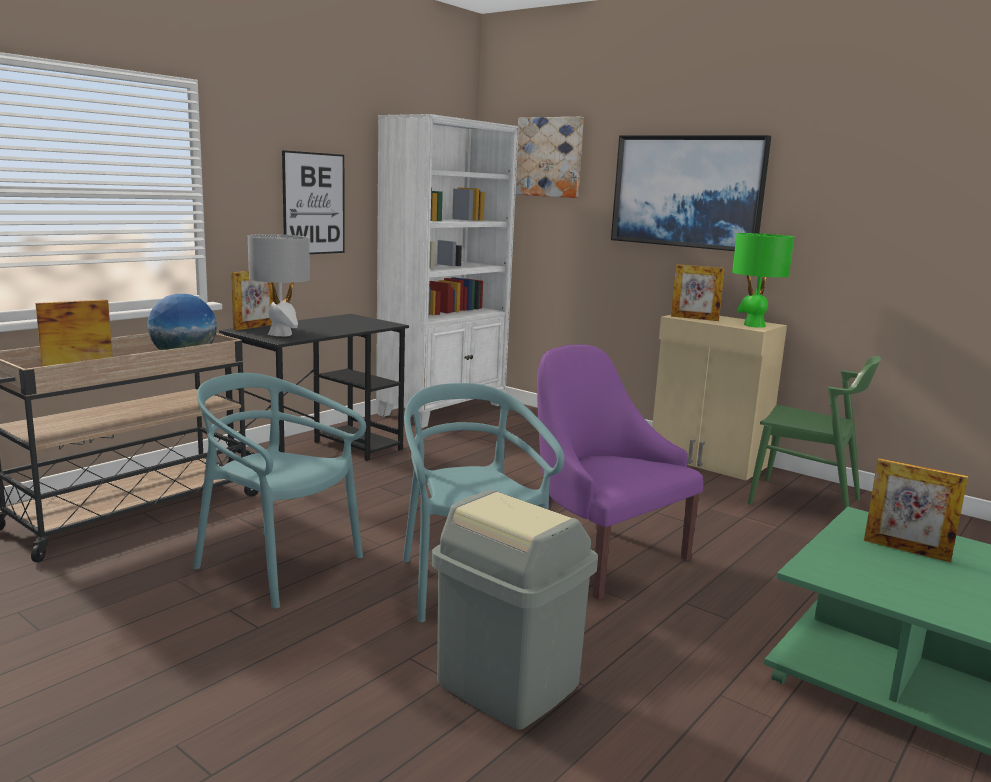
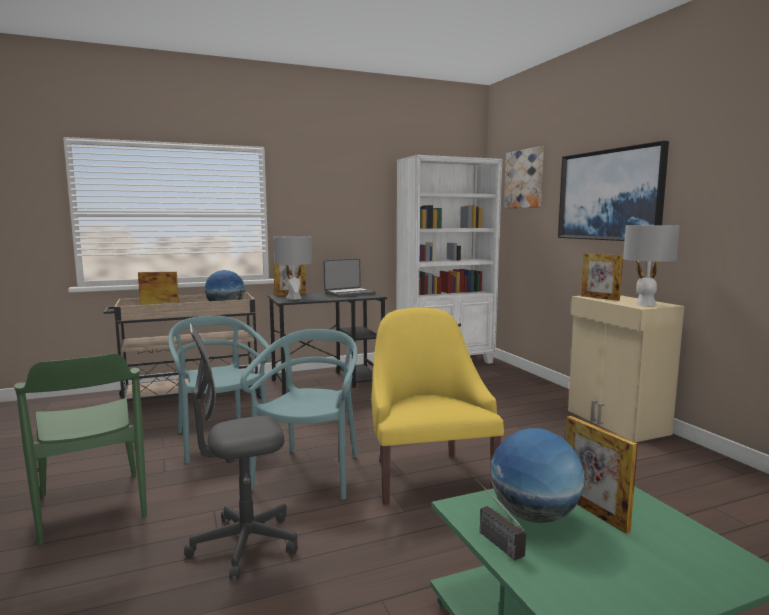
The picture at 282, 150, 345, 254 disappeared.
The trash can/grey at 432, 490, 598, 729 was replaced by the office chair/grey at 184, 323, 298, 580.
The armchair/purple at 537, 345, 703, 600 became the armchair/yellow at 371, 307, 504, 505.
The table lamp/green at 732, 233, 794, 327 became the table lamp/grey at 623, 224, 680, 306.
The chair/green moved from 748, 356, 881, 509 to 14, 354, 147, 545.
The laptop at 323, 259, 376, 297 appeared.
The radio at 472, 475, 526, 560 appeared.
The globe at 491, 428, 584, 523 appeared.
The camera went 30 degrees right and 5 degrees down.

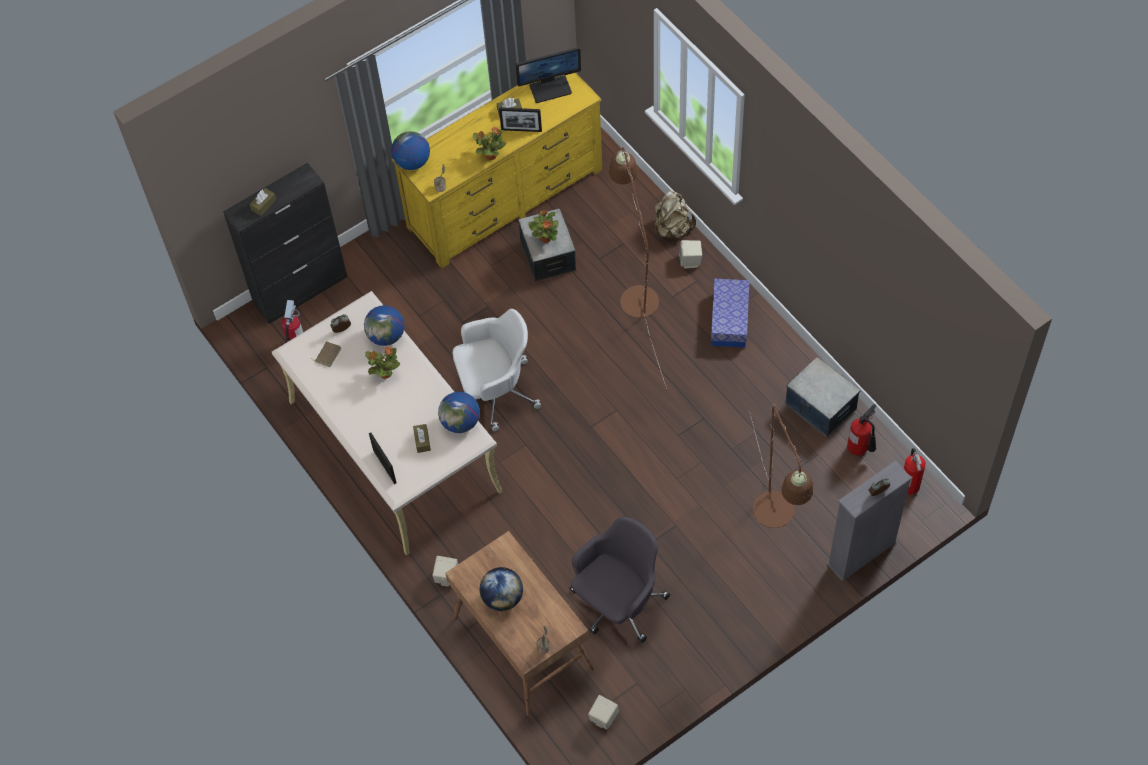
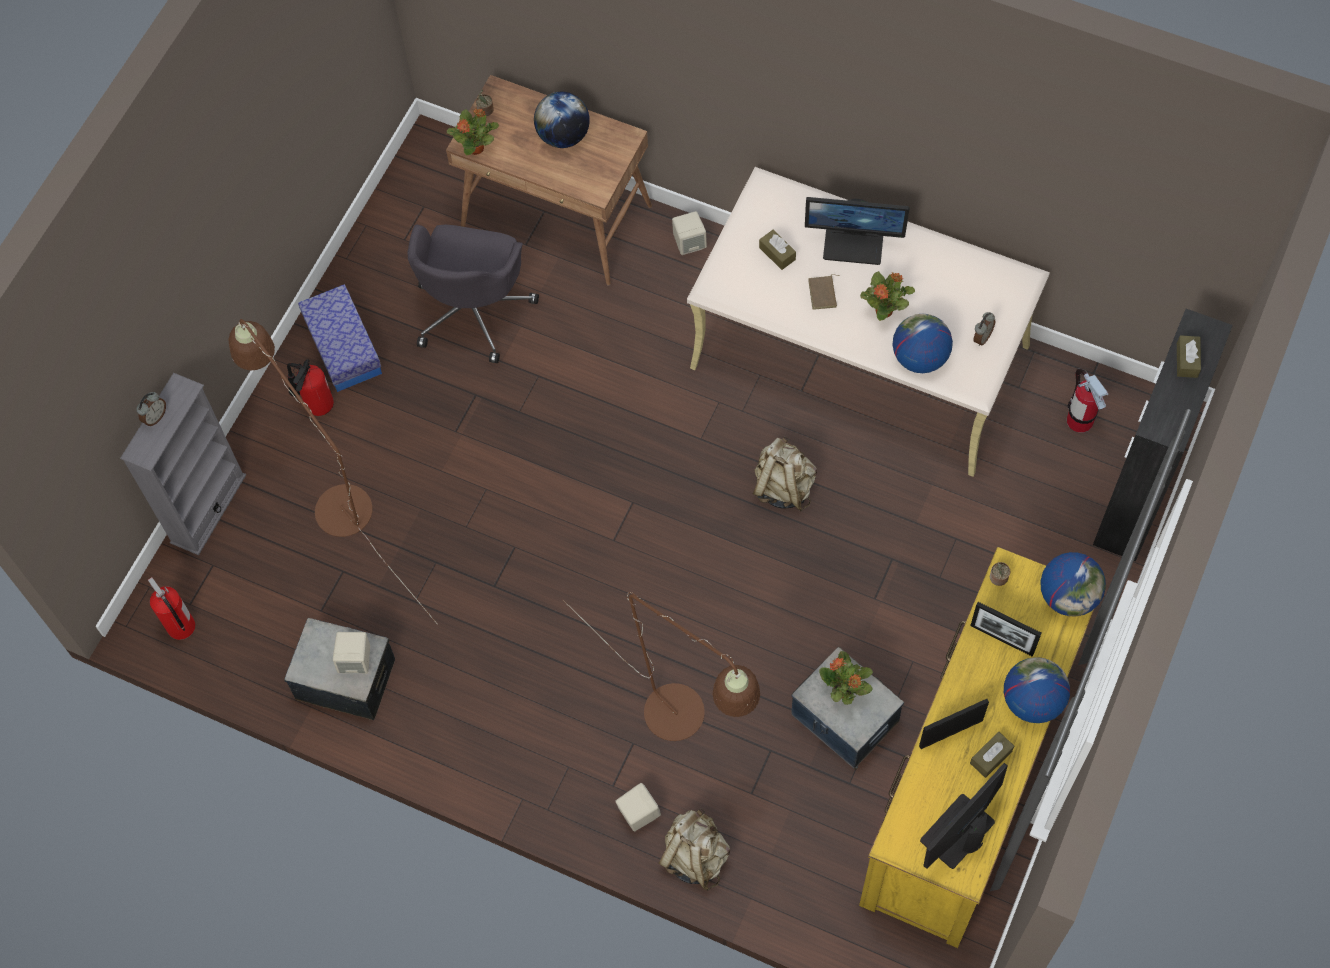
The book/brown moved from 312, 342, 341, 367 to 808, 274, 840, 310.
The picture frame moved from 369, 432, 397, 484 to 970, 602, 1041, 657.
The globe moved from 438, 392, 480, 433 to 1004, 657, 1070, 723.
The office chair/white at 453, 309, 541, 431 was replaced by the backpack/beige at 753, 437, 817, 512.
The potted plant moved from 473, 127, 506, 160 to 447, 108, 499, 156.
The speaker/beige moved from 588, 695, 619, 730 to 333, 632, 370, 674.
The storage box moved from 711, 279, 750, 347 to 298, 284, 382, 392.
The fire extinguisher moved from 847, 404, 876, 456 to 287, 359, 334, 416.
The monitor at 805, 197, 910, 265 appeared.
The camera went 150 degrees right and 5 degrees up.

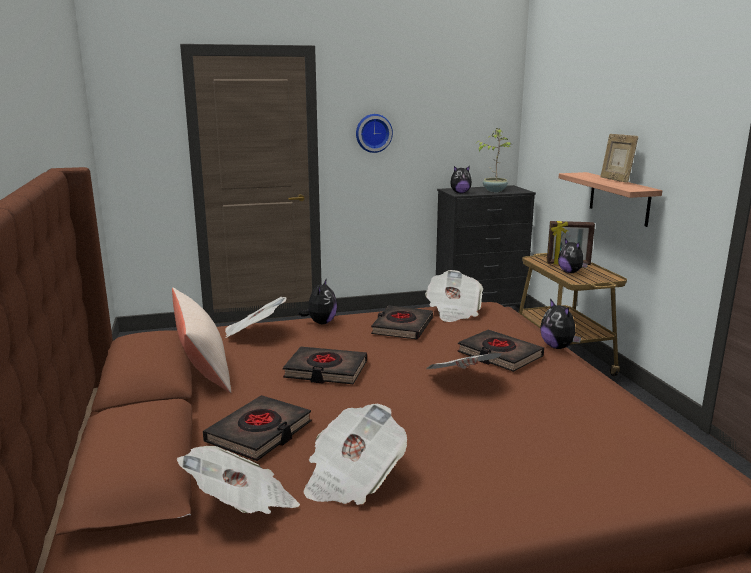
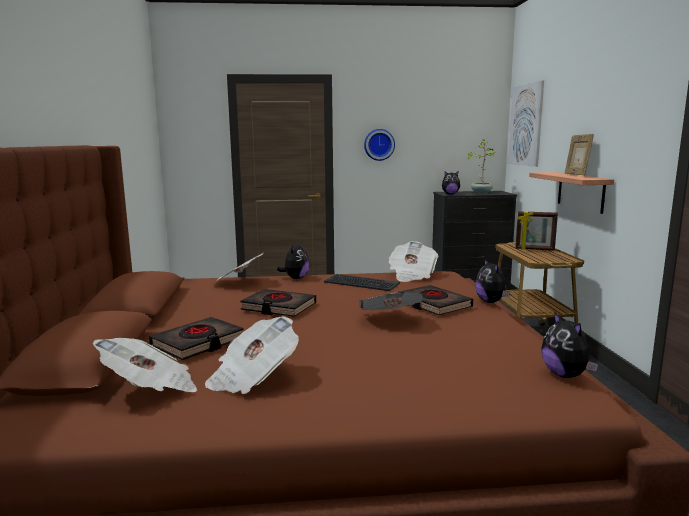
The pillow/beige at 172, 288, 231, 393 disappeared.
The book/black at 371, 305, 433, 340 was replaced by the keyboard at 324, 274, 400, 291.
The plush toy moved from 558, 238, 588, 273 to 541, 311, 598, 378.
The picture at 508, 80, 544, 167 appeared.
The camera went 10 degrees right and 5 degrees down.

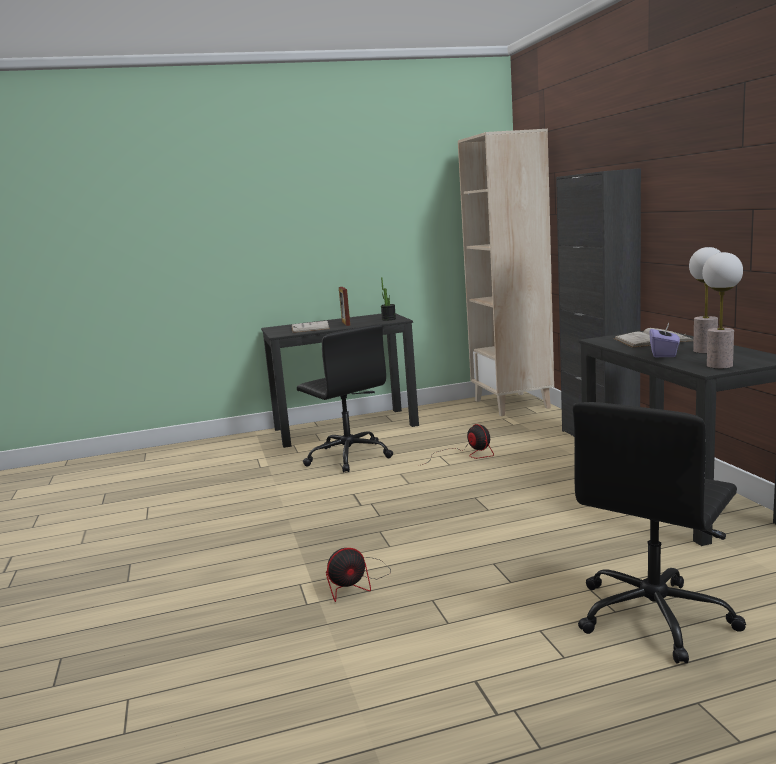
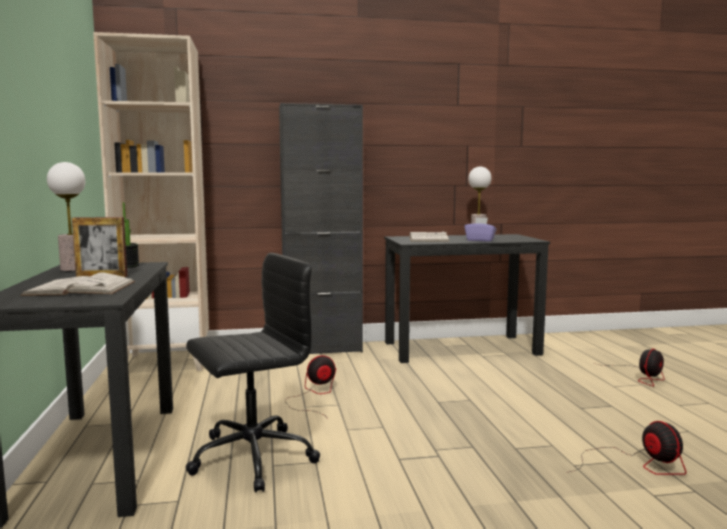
The office chair/black at 573, 402, 746, 663 was replaced by the fan at 593, 349, 665, 387.
The table lamp moved from 702, 252, 743, 369 to 47, 162, 85, 271.
The camera went 85 degrees left and 5 degrees down.

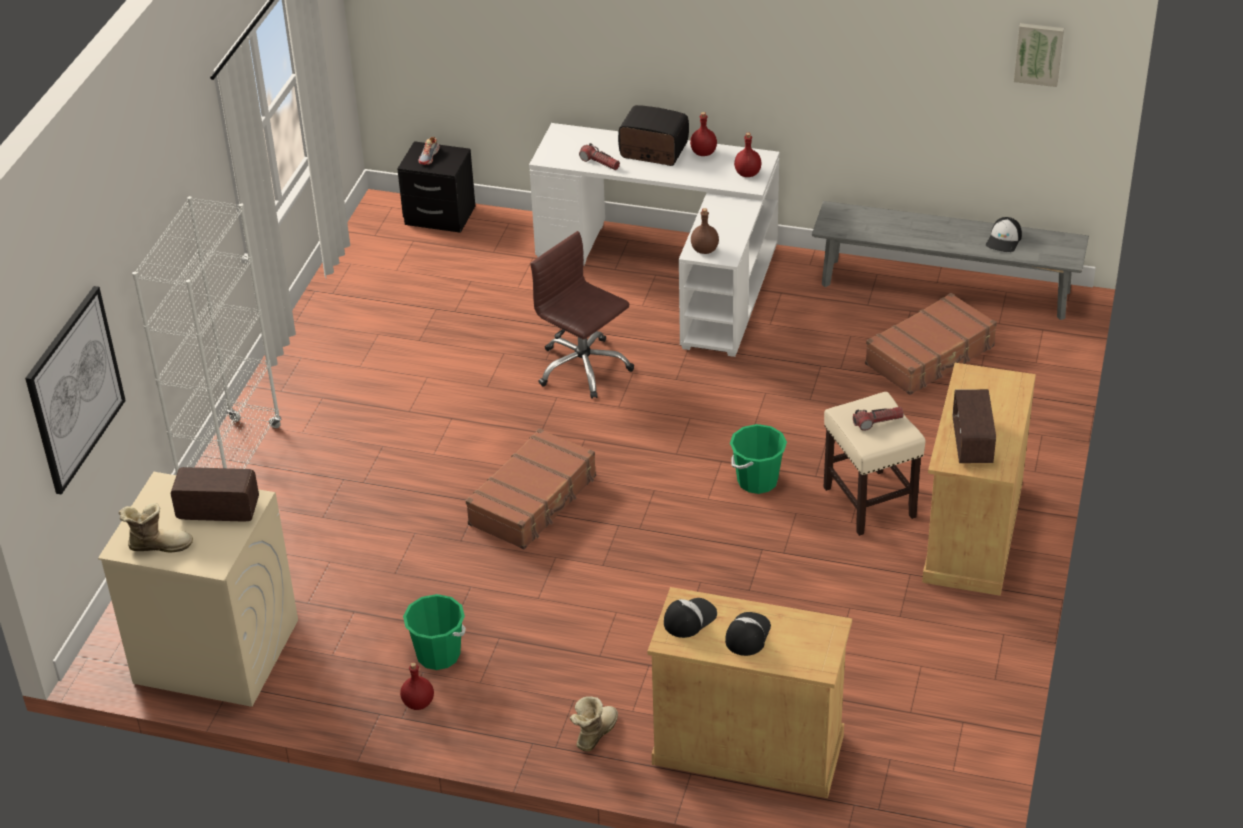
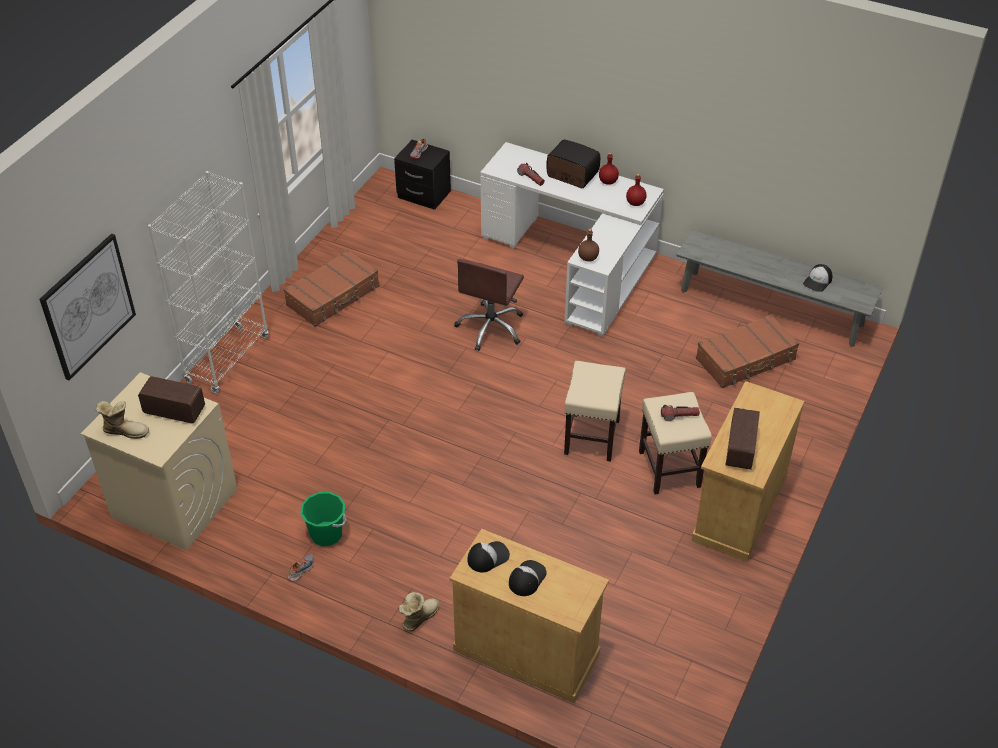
The bottle/red at 400, 662, 434, 710 was replaced by the shoe at 288, 554, 314, 581.
The suitcase/brown moved from 466, 428, 596, 550 to 284, 250, 379, 327.
The office chair/brown at 530, 231, 634, 399 turned 120 degrees counterclockwise.
The bucket/green at 730, 424, 787, 494 was replaced by the stool/beige at 564, 361, 626, 462.
The picture at 1014, 23, 1064, 87 disappeared.
The camera went 10 degrees right and 5 degrees up.

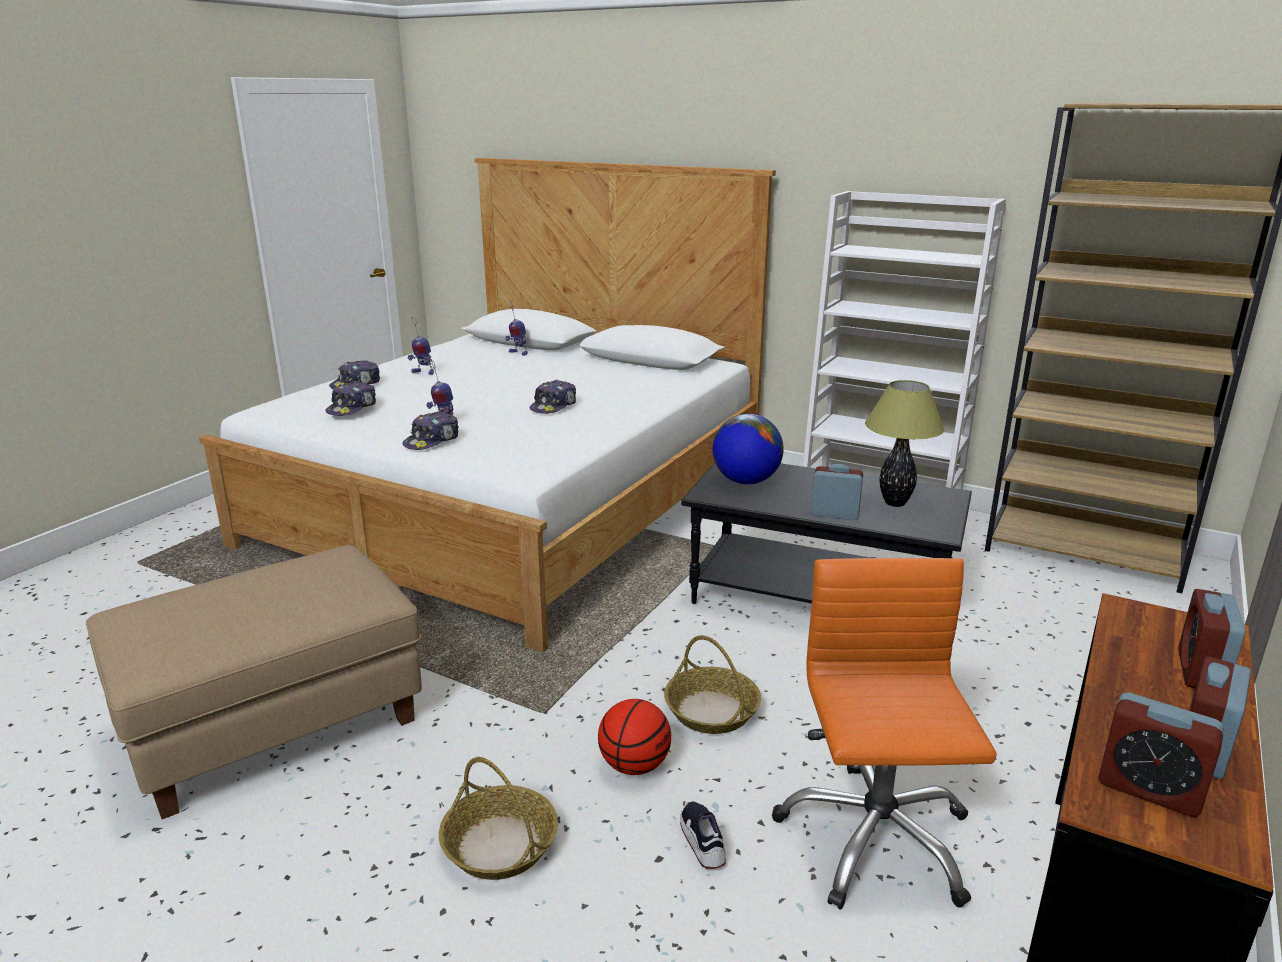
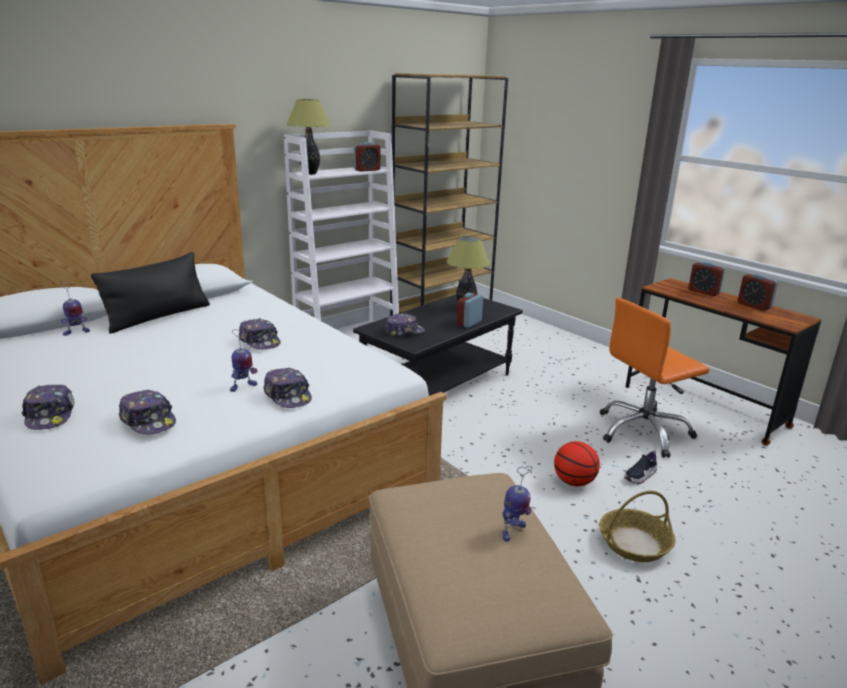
The toy robot moved from 408, 317, 434, 375 to 502, 466, 532, 542.
The basket at 664, 635, 761, 734 disappeared.
The shoe at 680, 801, 726, 869 turned 45 degrees counterclockwise.
The globe at 712, 414, 784, 484 was replaced by the cap at 385, 313, 425, 337.
The office chair/orange at 772, 558, 997, 910 turned 45 degrees counterclockwise.
The alarm clock moved from 1099, 693, 1224, 817 to 354, 142, 380, 172.
The pillow/black at 91, 252, 210, 334 appeared.
The table lamp at 287, 99, 330, 175 appeared.
The camera went 70 degrees left and 0 degrees up.

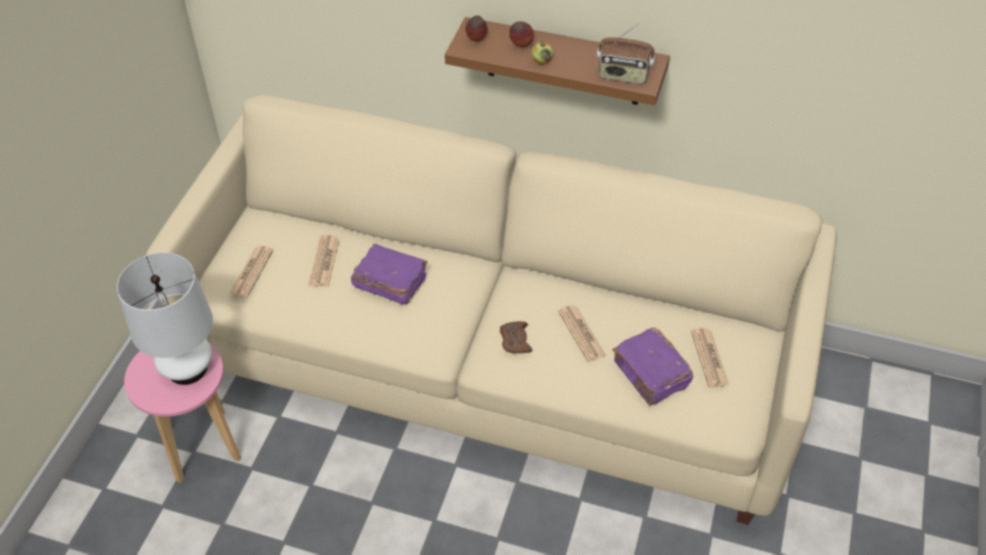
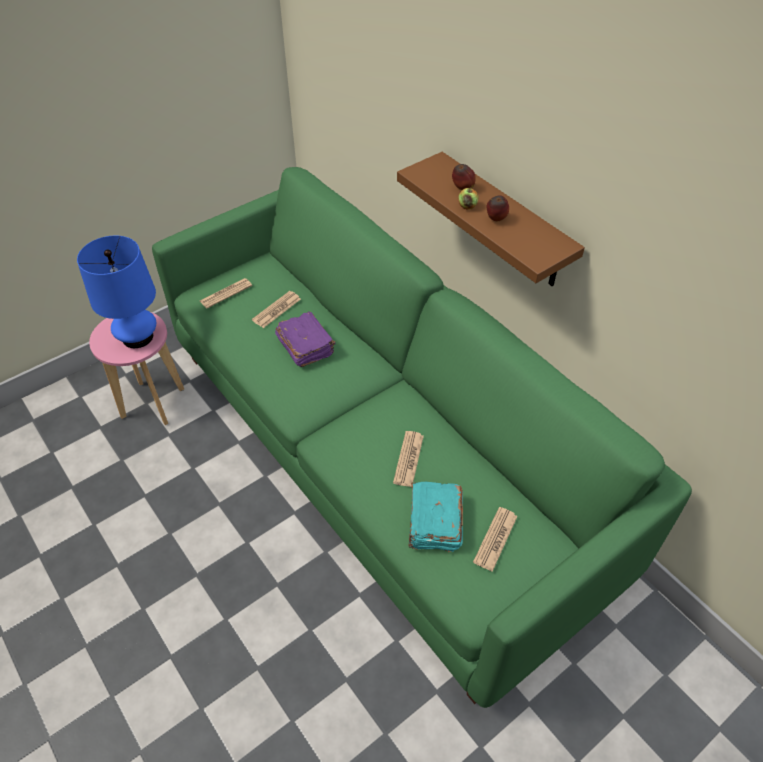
The table lamp/white at 117, 253, 213, 385 became the table lamp/blue at 77, 236, 156, 348.
The sofa/beige at 145, 95, 837, 525 became the sofa/green at 152, 167, 692, 708.
The apple moved from 465, 15, 488, 42 to 487, 195, 509, 221.
The game controller/brown at 500, 321, 532, 353 disappeared.
The radio at 597, 23, 655, 84 disappeared.
The book/purple at 613, 328, 693, 406 became the book/turquoise at 409, 481, 463, 553.
The camera went 35 degrees right and 0 degrees up.

